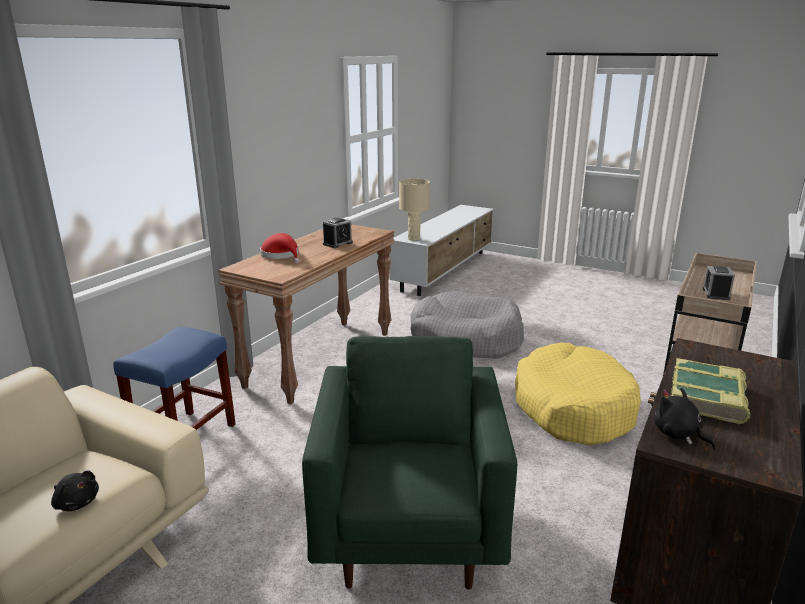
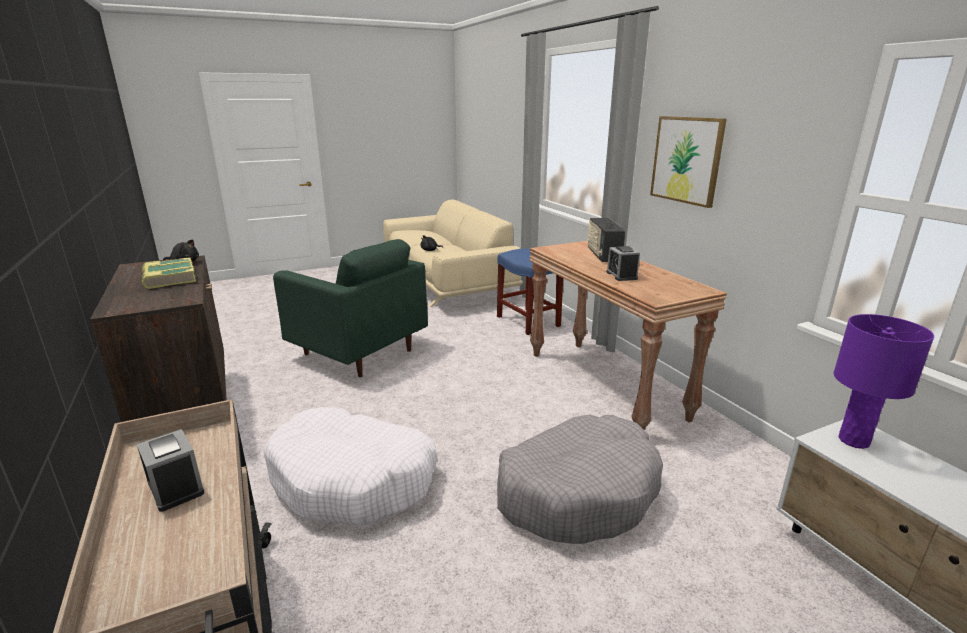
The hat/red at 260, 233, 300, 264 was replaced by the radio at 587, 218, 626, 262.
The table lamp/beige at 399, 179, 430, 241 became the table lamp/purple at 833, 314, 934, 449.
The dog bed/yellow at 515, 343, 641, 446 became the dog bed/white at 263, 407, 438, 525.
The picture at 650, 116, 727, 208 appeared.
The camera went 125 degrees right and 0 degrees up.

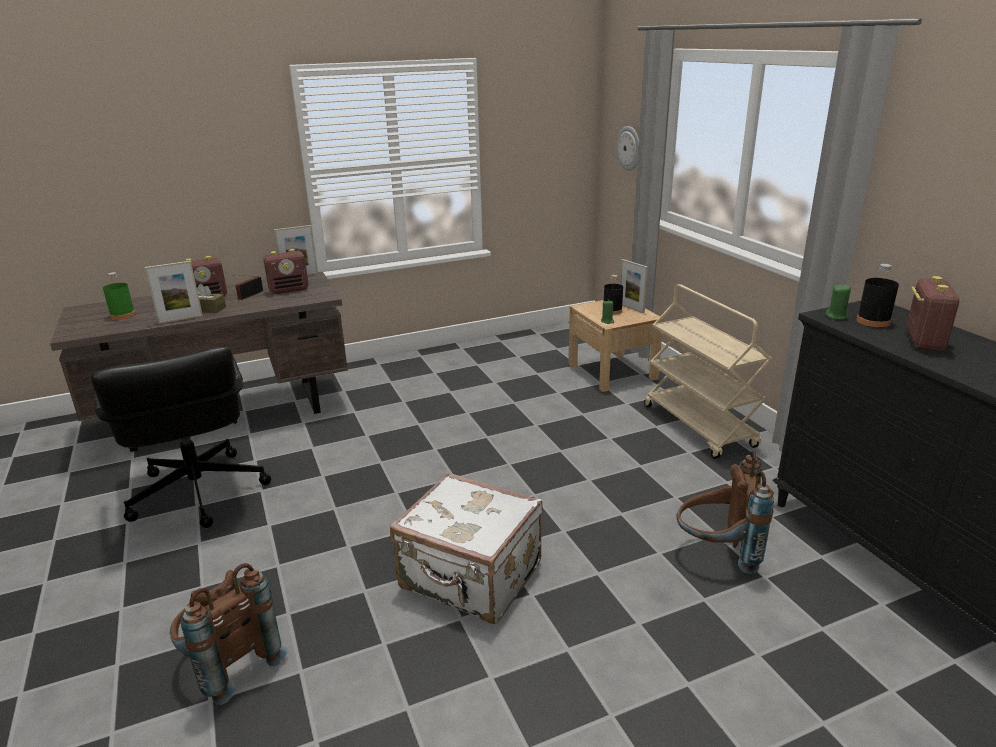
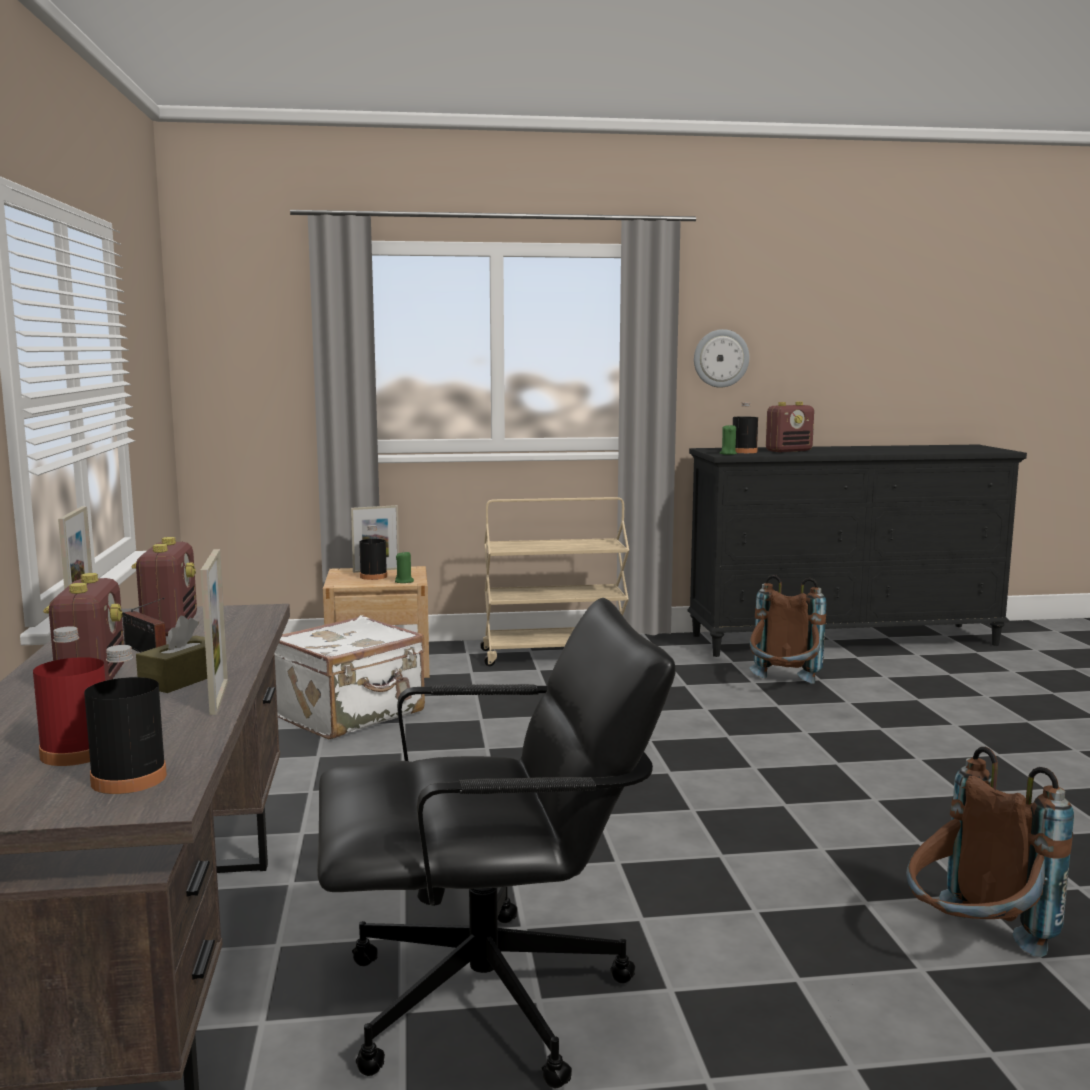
The bottle/green at 103, 272, 136, 320 became the bottle/red at 33, 626, 105, 766.
The suitcase/white moved from 390, 472, 543, 624 to 275, 615, 425, 739.
The wall clock moved from 616, 126, 639, 171 to 694, 329, 749, 388.
The radio at 907, 276, 959, 351 turned 120 degrees clockwise.
The bottle/black at 84, 645, 167, 794 appeared.
The camera went 75 degrees left and 15 degrees down.

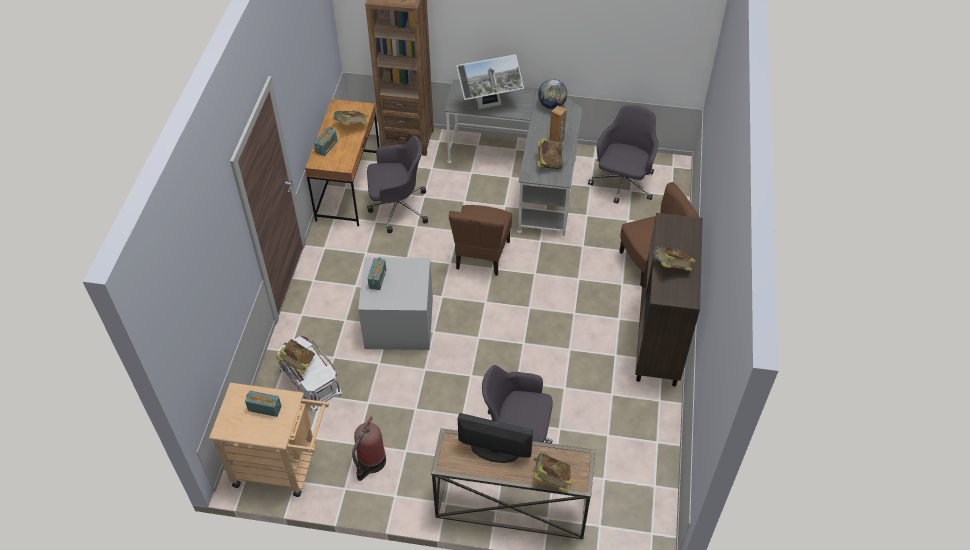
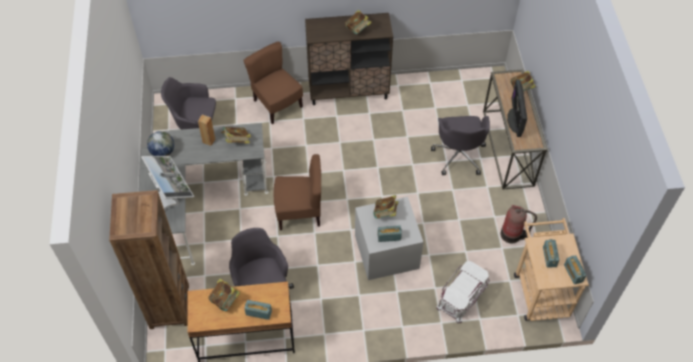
The book moved from 276, 339, 315, 375 to 373, 195, 398, 219.
The radio at 564, 255, 587, 285 appeared.
The camera went 105 degrees left and 5 degrees up.

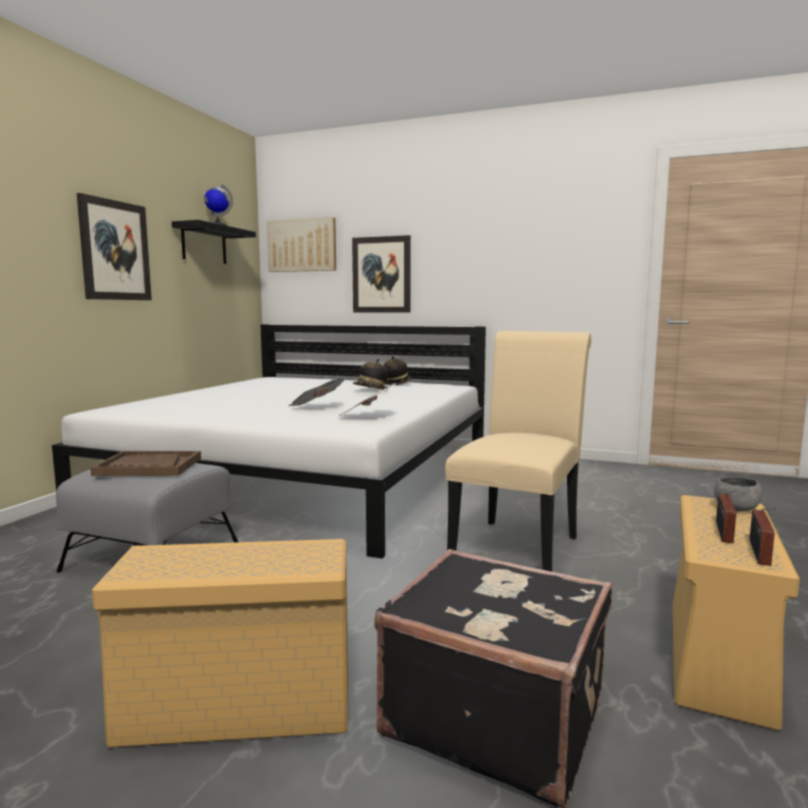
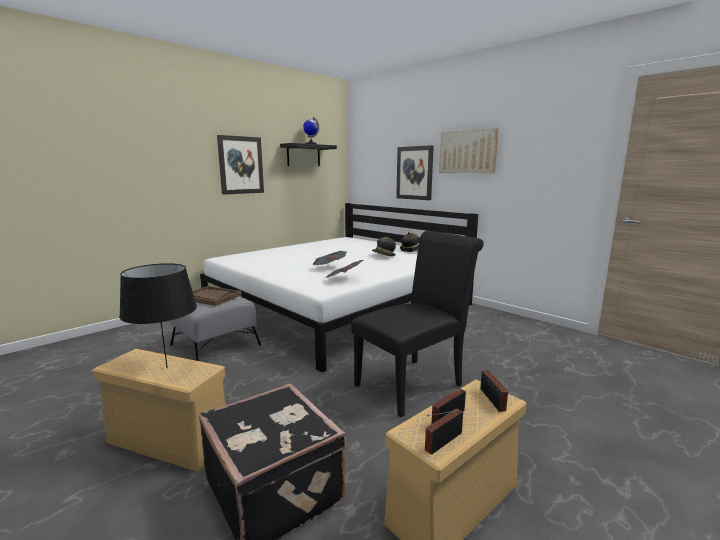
The picture moved from 267, 217, 336, 272 to 439, 128, 499, 173.
The chair/beige at 445, 331, 591, 572 became the chair/black at 351, 231, 484, 417.
The bowl/grey at 714, 476, 762, 512 was replaced by the radio at 480, 370, 510, 412.
The table lamp/black at 119, 263, 197, 368 appeared.
The camera went 25 degrees right and 5 degrees up.

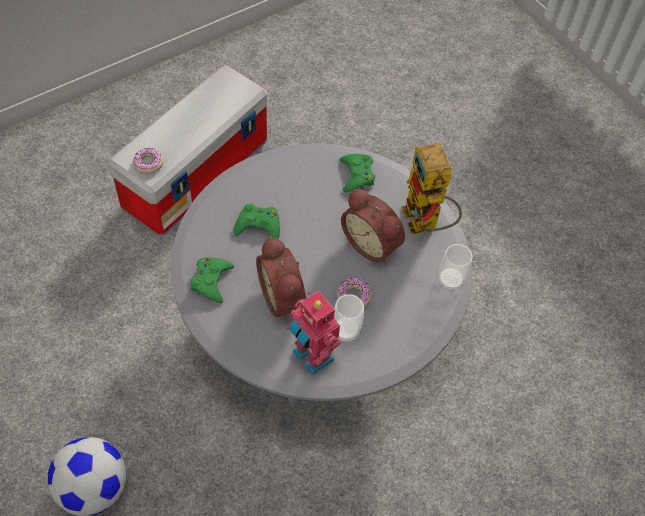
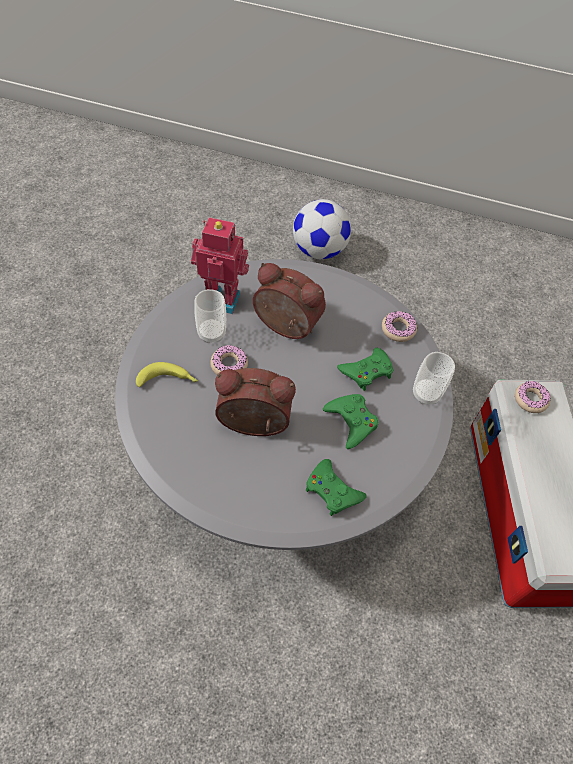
The game controller/green moved from 190, 258, 234, 303 to 323, 394, 379, 449.
The toy robot at 401, 143, 462, 235 disappeared.
The cup moved from 438, 244, 473, 291 to 413, 352, 455, 404.
The banana at 136, 362, 198, 387 appeared.
The donut at 382, 311, 417, 342 appeared.
The camera went 140 degrees right and 0 degrees up.

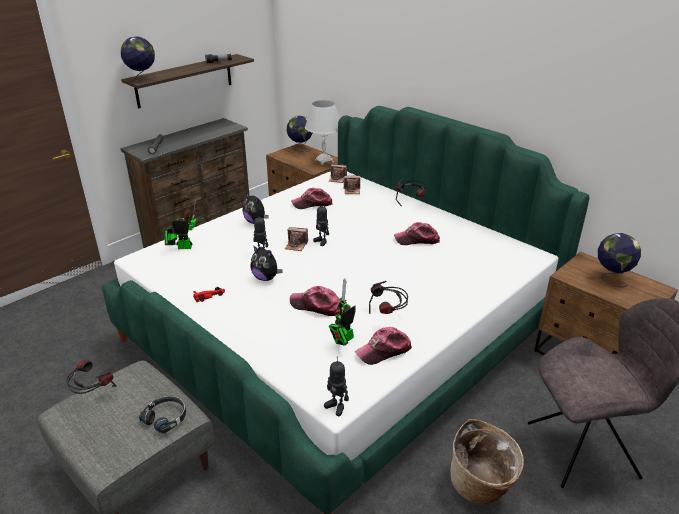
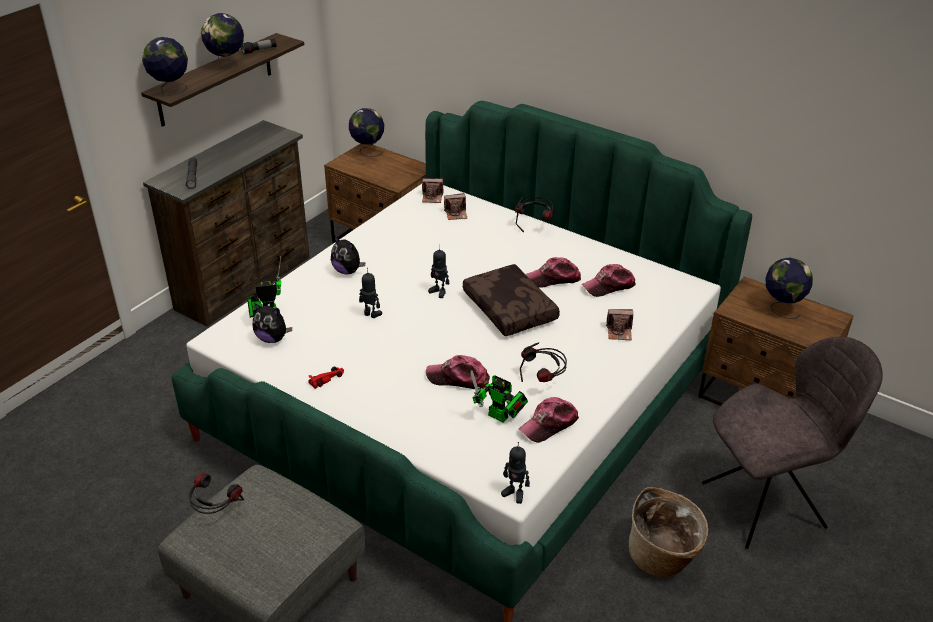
The headphones/black at 139, 395, 186, 434 disappeared.
The plush toy moved from 250, 245, 283, 281 to 253, 303, 292, 343.
The photo camera moved from 285, 227, 308, 251 to 606, 309, 633, 340.
The cap moved from 291, 188, 333, 209 to 582, 264, 636, 297.
The table lamp/white at 305, 100, 340, 165 disappeared.
The toy robot at 329, 278, 356, 346 turned 90 degrees counterclockwise.
The globe at 201, 13, 244, 68 appeared.
The pillow/brown at 463, 264, 560, 336 appeared.
The camera went 10 degrees left and 5 degrees up.

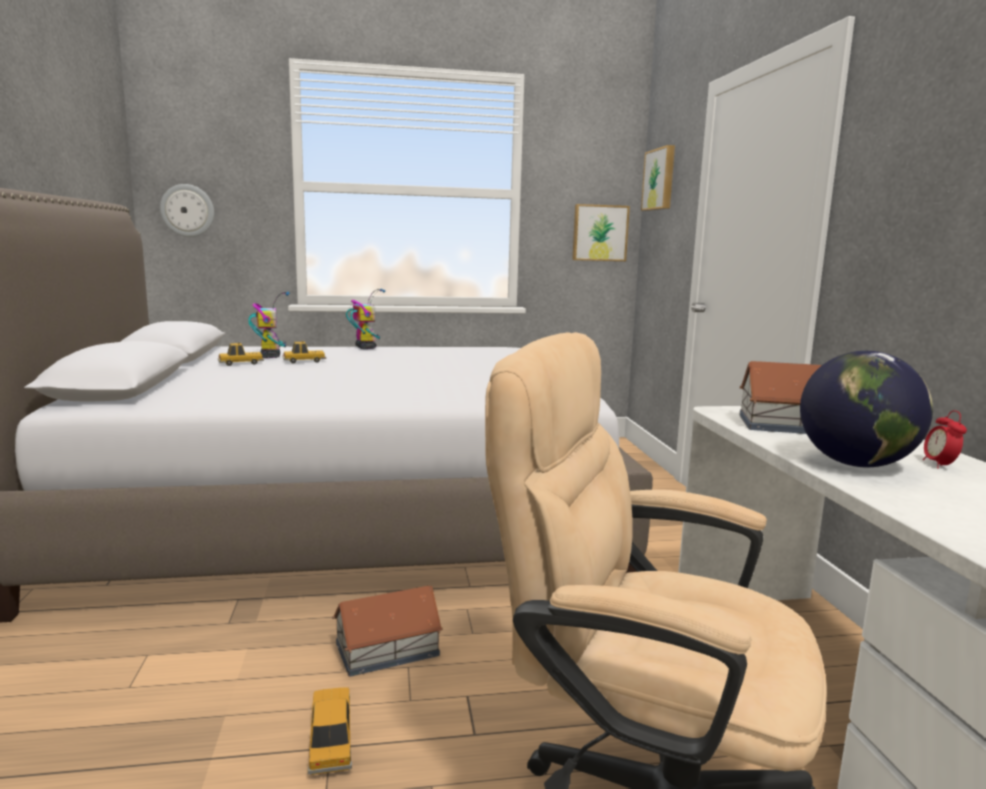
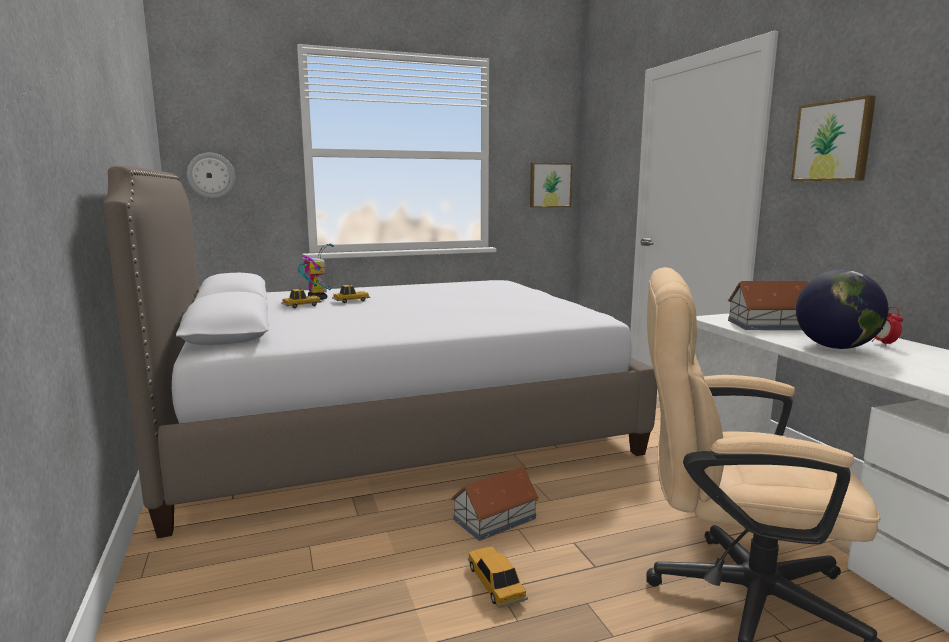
The toy robot at 346, 289, 385, 349 disappeared.
The picture moved from 641, 145, 675, 211 to 791, 95, 876, 181.
The camera went 10 degrees left and 0 degrees up.

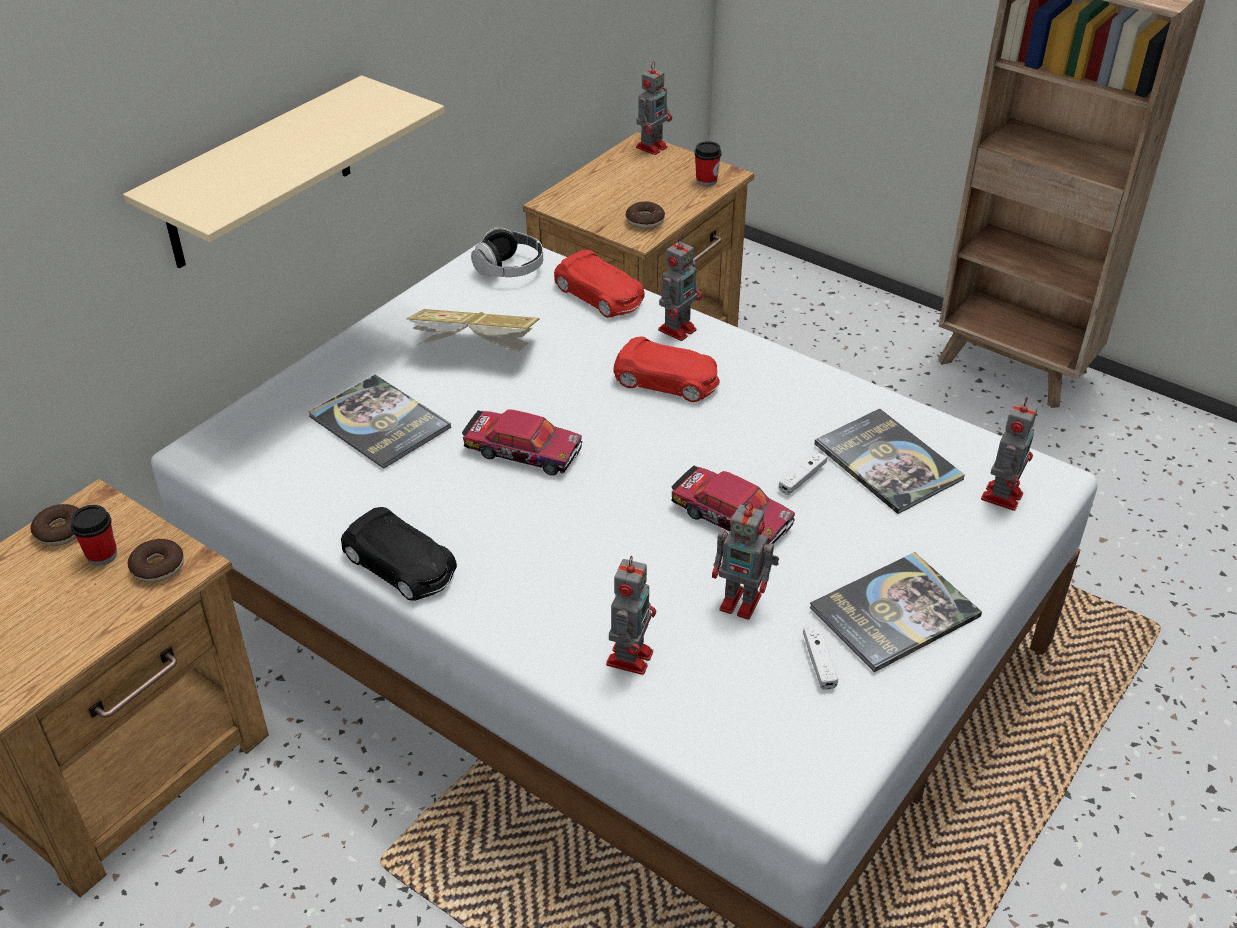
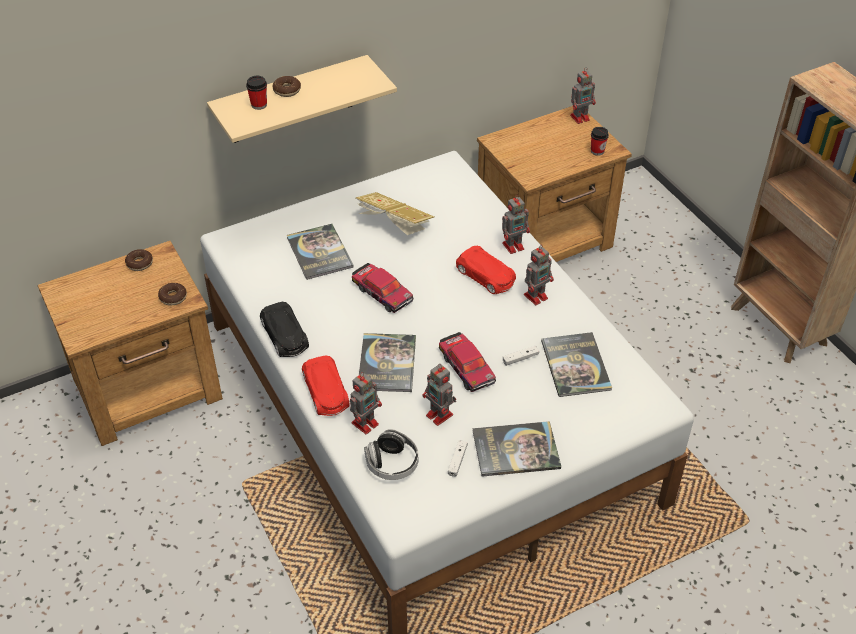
The cup moved from 70, 505, 117, 566 to 246, 76, 267, 110.
The headphones moved from 471, 227, 543, 277 to 364, 429, 419, 480.
The toy car/red moved from 554, 250, 645, 318 to 302, 355, 350, 416.
The donut moved from 626, 201, 665, 229 to 272, 76, 301, 97.
The toy robot moved from 981, 397, 1037, 511 to 524, 245, 554, 305.
The book at 359, 333, 416, 392 appeared.
The camera went 25 degrees right and 5 degrees up.

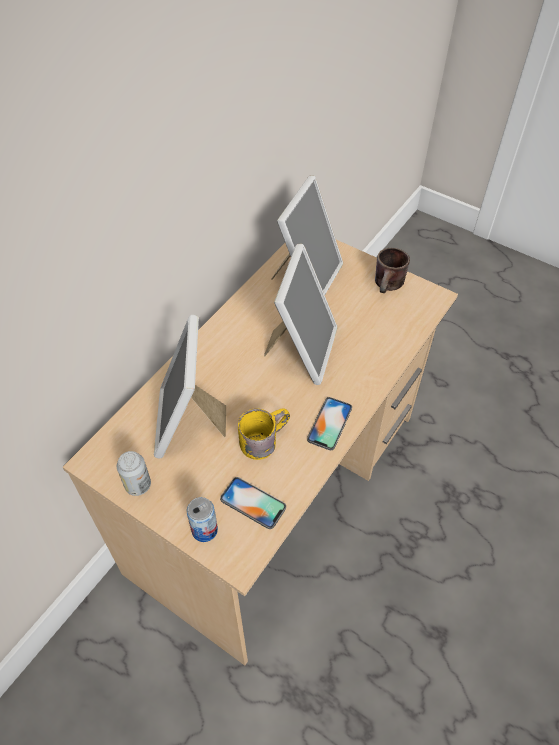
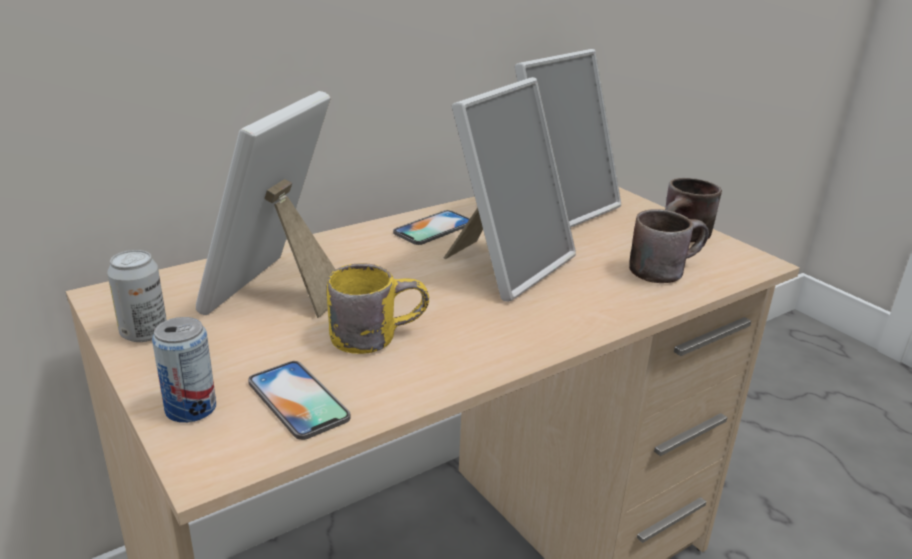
The phone moved from 307, 397, 352, 450 to 393, 210, 470, 245.
The mug/brown at 629, 209, 709, 283 appeared.
The camera went 20 degrees right and 25 degrees down.

